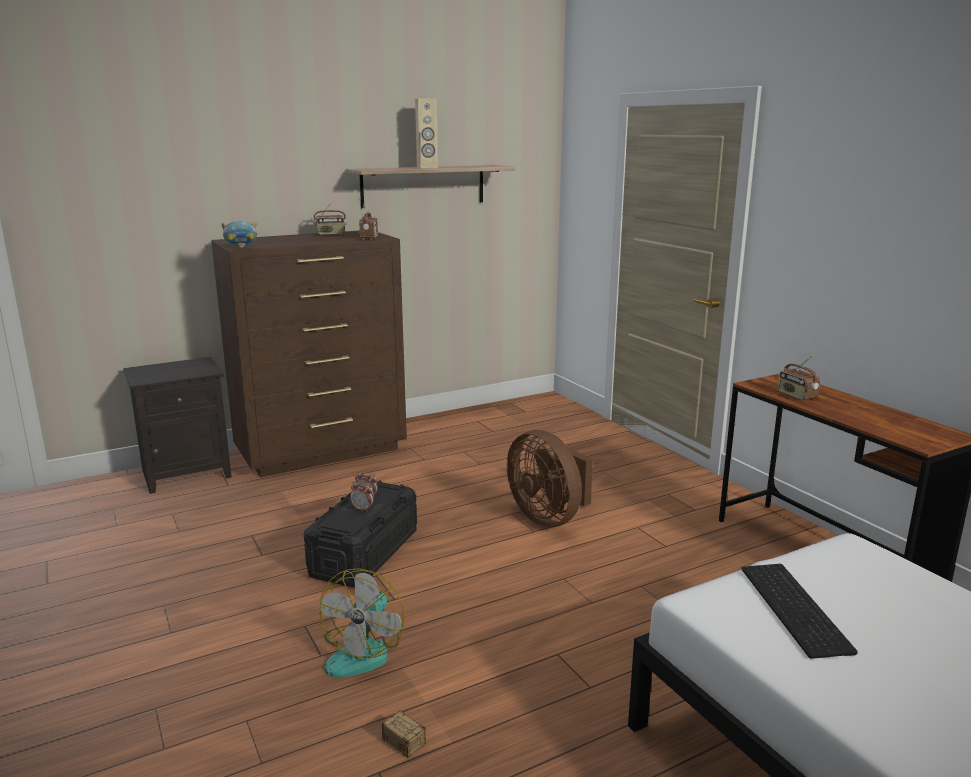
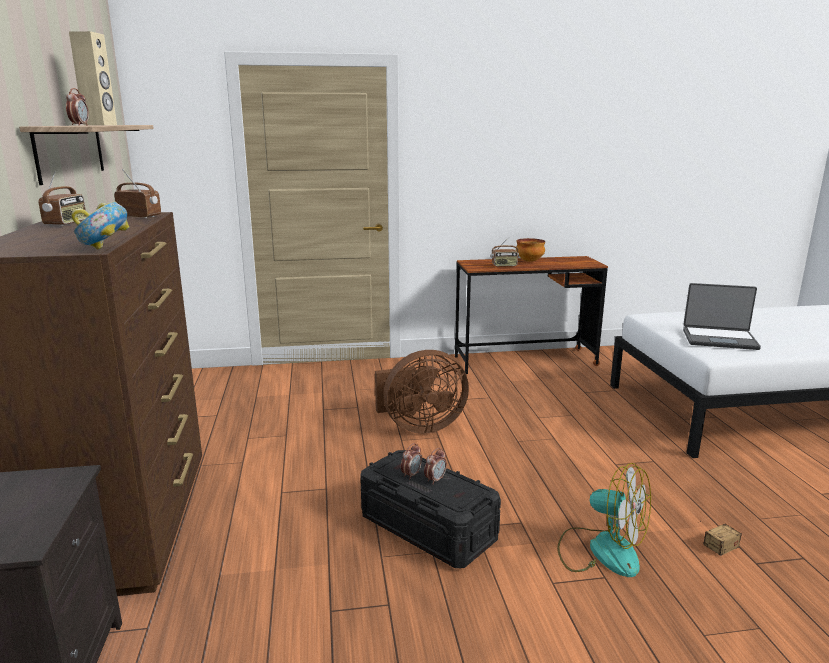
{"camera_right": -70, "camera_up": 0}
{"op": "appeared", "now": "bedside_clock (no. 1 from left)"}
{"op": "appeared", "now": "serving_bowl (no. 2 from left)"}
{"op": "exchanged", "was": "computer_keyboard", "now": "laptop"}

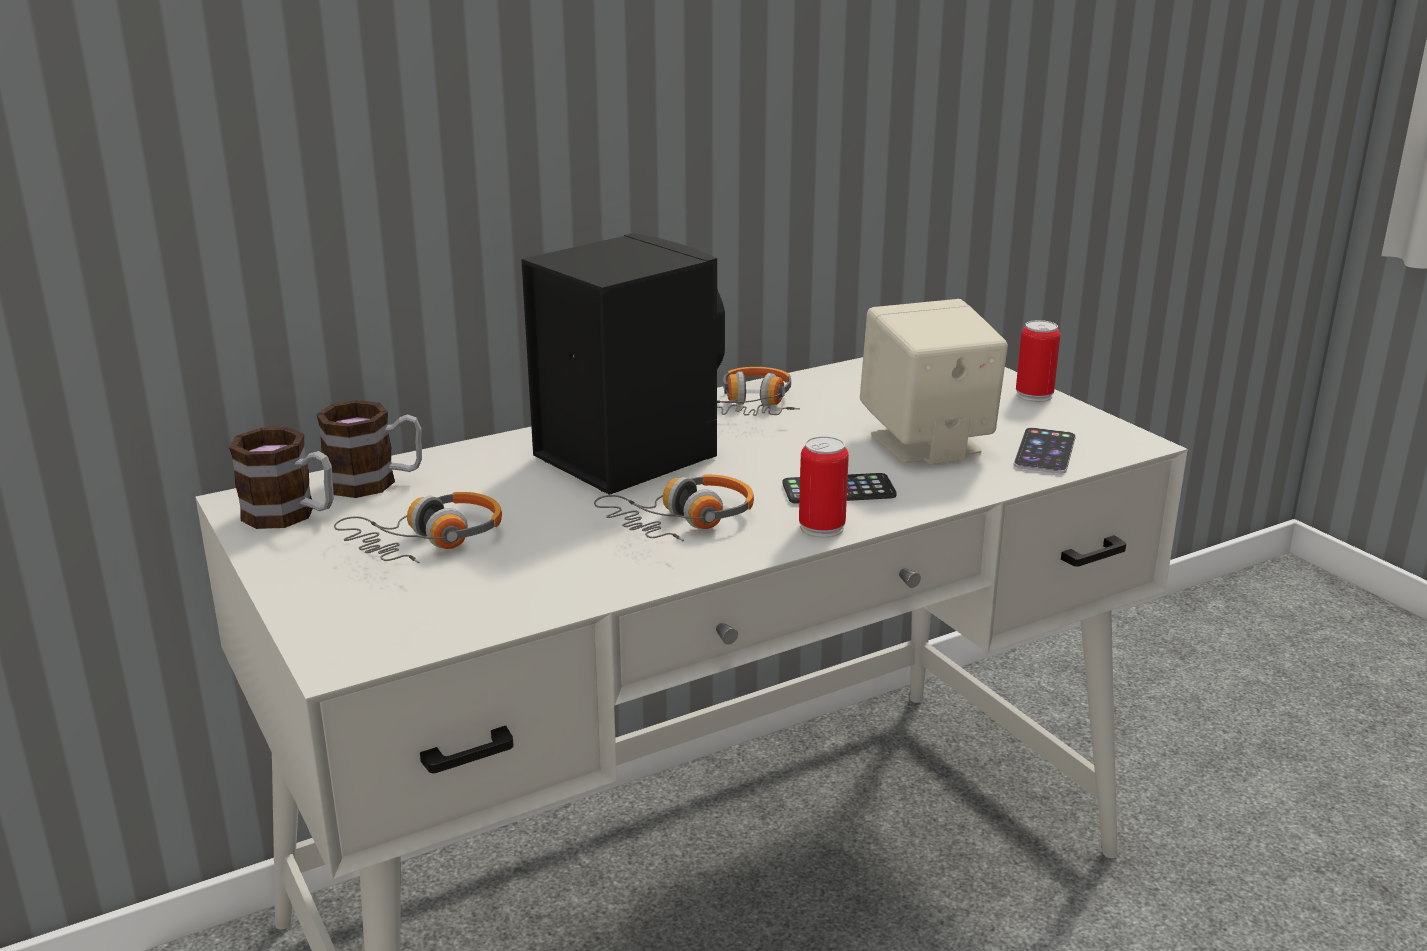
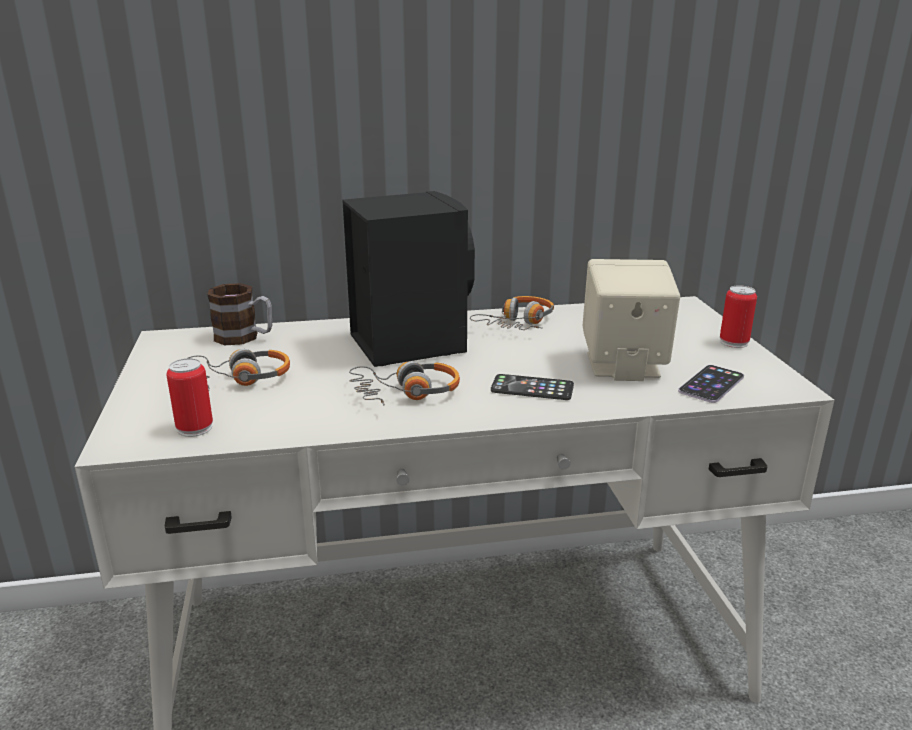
{"camera_right": 20, "camera_up": 0}
{"op": "missing", "was": "tea_mug (no. 1 from left)"}
{"op": "relocated", "was": "can (no. 1 from left)"}

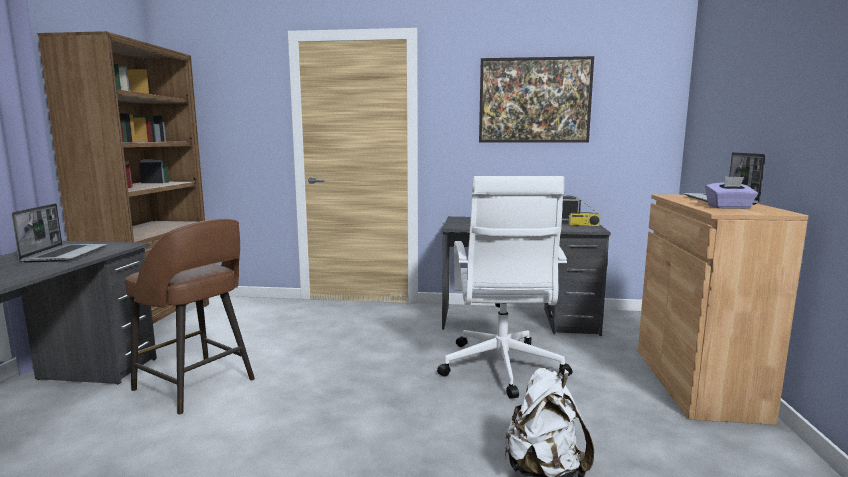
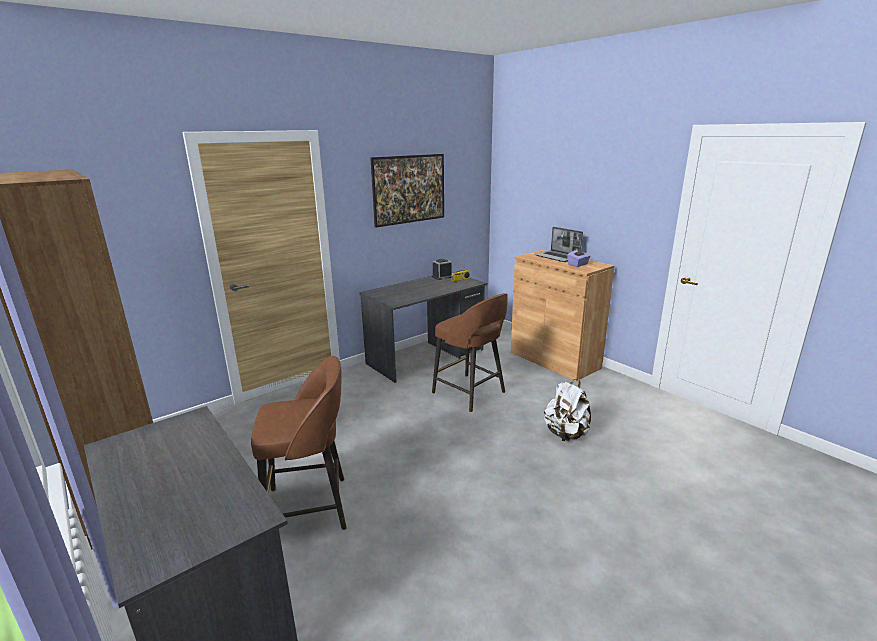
{"camera_right": -45, "camera_up": 10}
{"op": "missing", "was": "laptop (no. 1 from left)"}
{"op": "exchanged", "was": "white-coloured_office_chair", "now": "brown_sitting_stool (no. 2 from left)"}

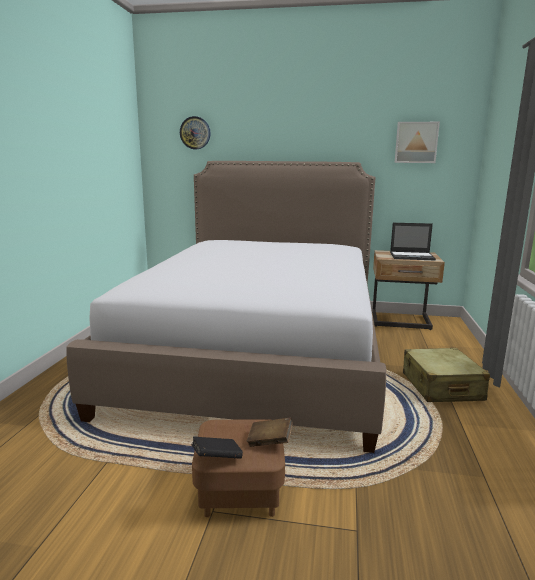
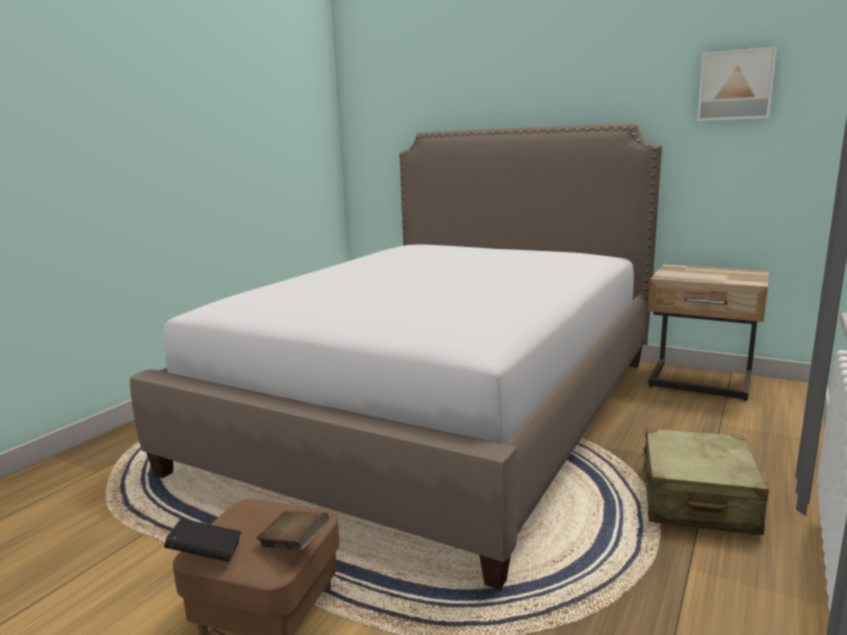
{"camera_right": 20, "camera_up": 0}
{"op": "missing", "was": "wall_clock"}
{"op": "missing", "was": "laptop"}

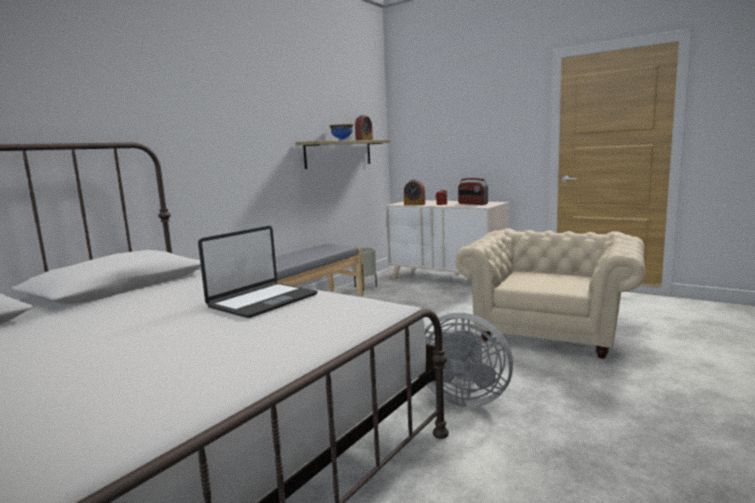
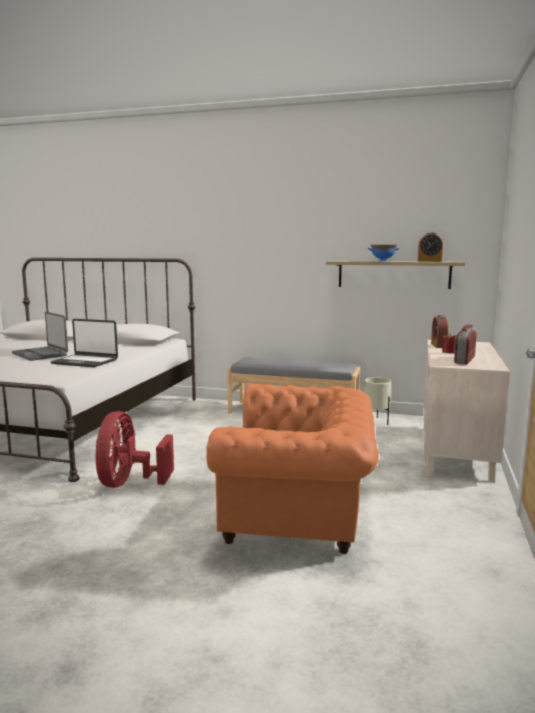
{"camera_right": 70, "camera_up": 0}
{"op": "appeared", "now": "laptop (no. 1 from left)"}
{"op": "colour", "was": "grey_cooling_fan", "now": "reddish_cooling_fan"}
{"op": "colour", "was": "beige_lounge_chair", "now": "orange-coloured_lounge_chair"}

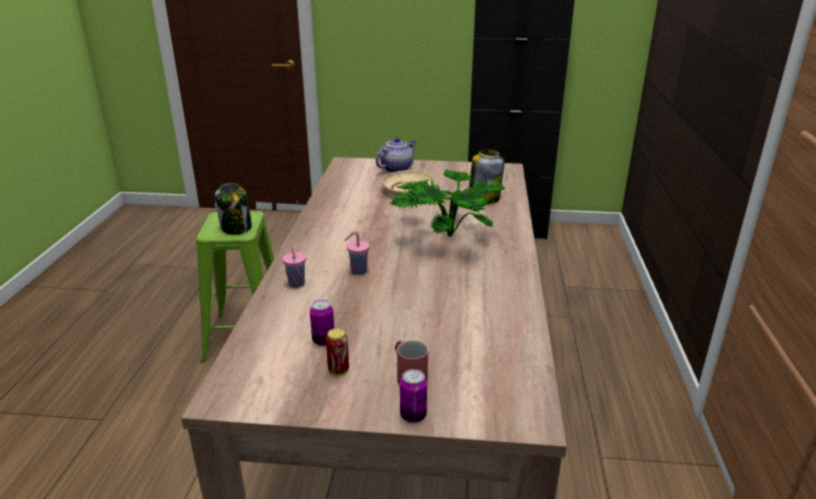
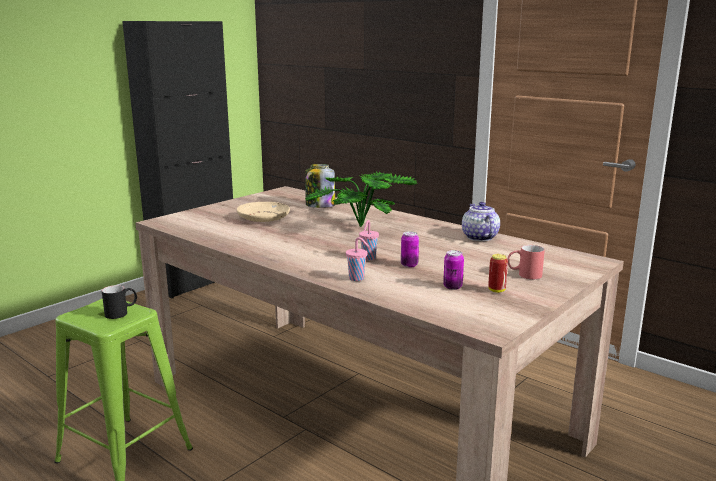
{"camera_right": -55, "camera_up": -10}
{"op": "relocated", "was": "pot_for_tea"}
{"op": "relocated", "was": "can (no. 3 from left in the first image)", "now": "can (no. 1 from left)"}
{"op": "exchanged", "was": "preserve_jar (no. 1 from left)", "now": "black-coloured_tea_mug"}

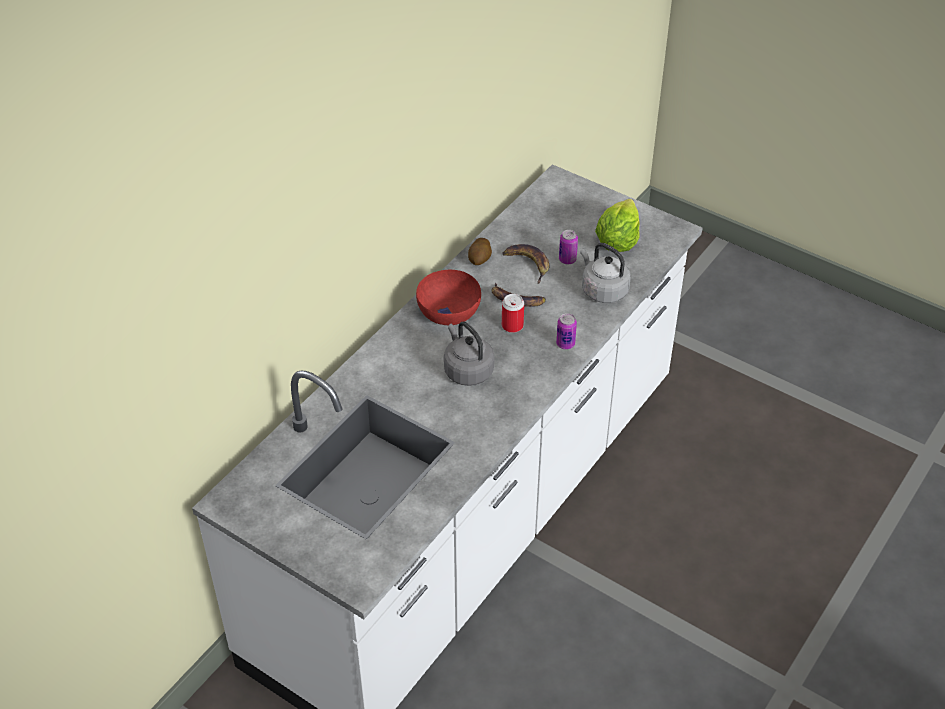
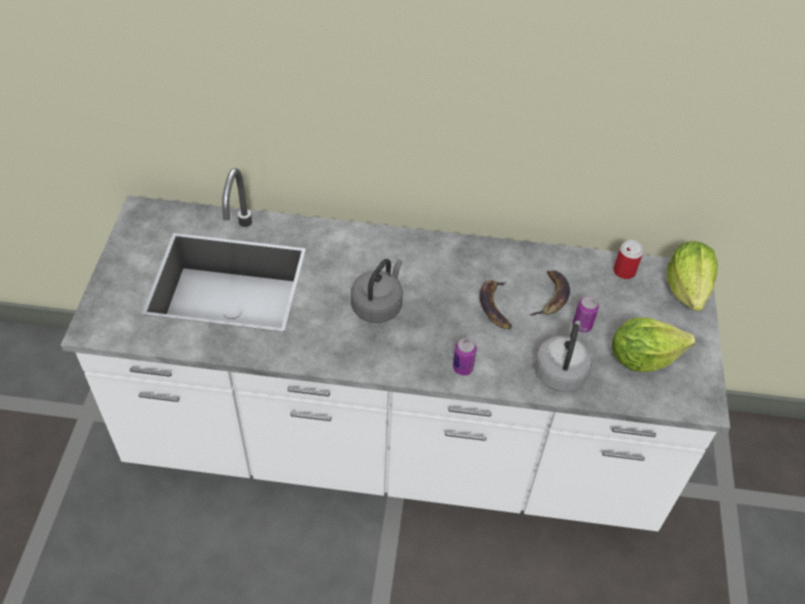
{"camera_right": 60, "camera_up": 5}
{"op": "missing", "was": "reddish_serving_bowl"}
{"op": "missing", "was": "spud"}
{"op": "appeared", "now": "lettuce_head (no. 2 from left)"}
{"op": "relocated", "was": "can (no. 1 from left in the first image)", "now": "can (no. 3 from left)"}

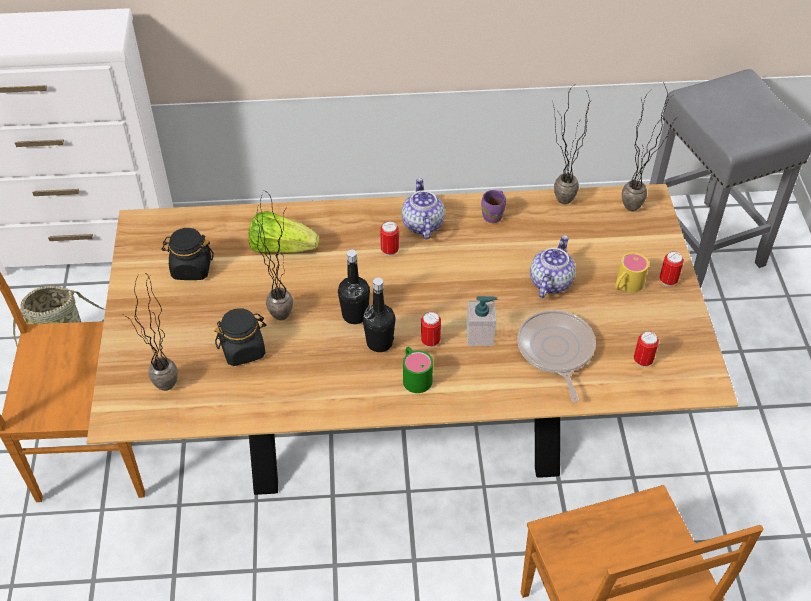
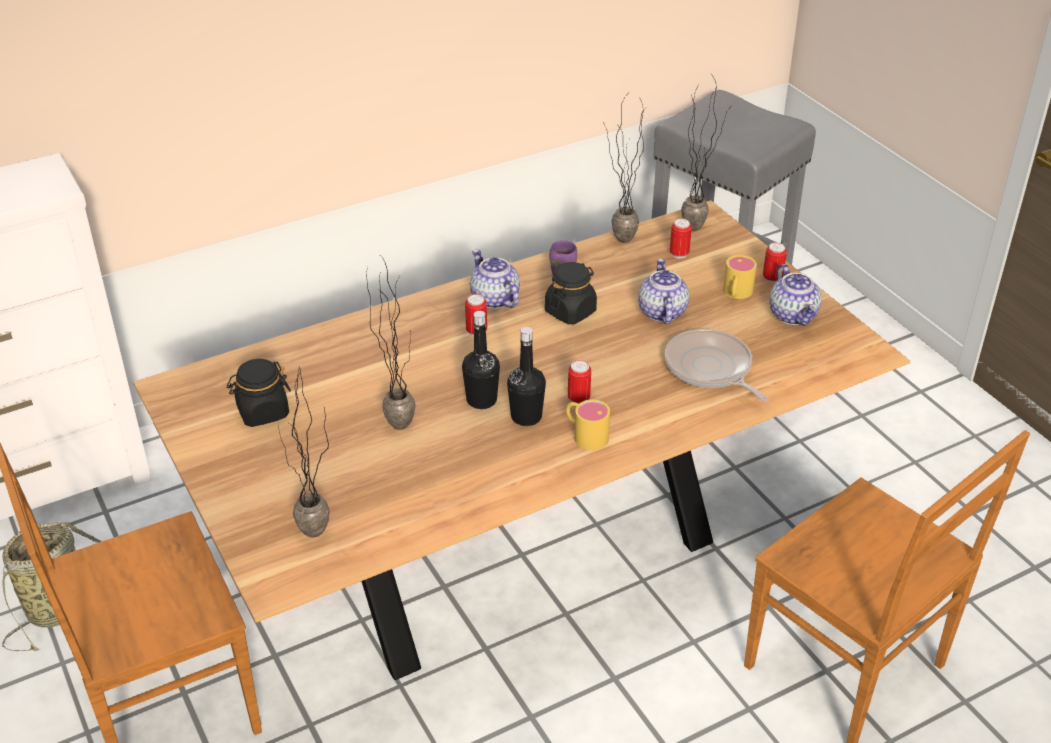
{"camera_right": -25, "camera_up": -10}
{"op": "missing", "was": "lettuce_head"}
{"op": "missing", "was": "liquid_soap_bottle"}
{"op": "appeared", "now": "pot_for_tea (no. 3 from left)"}
{"op": "relocated", "was": "black-coloured_preserve_jar (no. 2 from left)"}
{"op": "relocated", "was": "can (no. 3 from left)"}
{"op": "colour", "was": "green_tea_mug", "now": "yellowish_tea_mug (no. 1 from left)"}

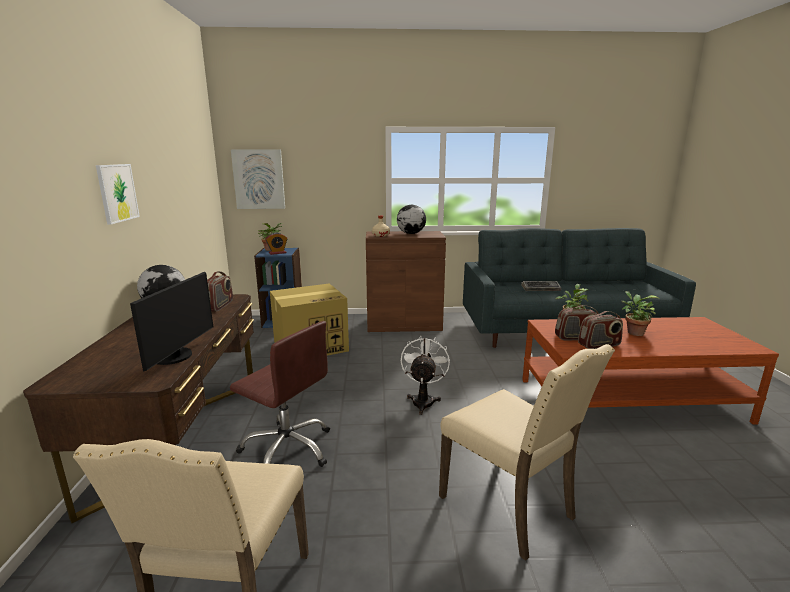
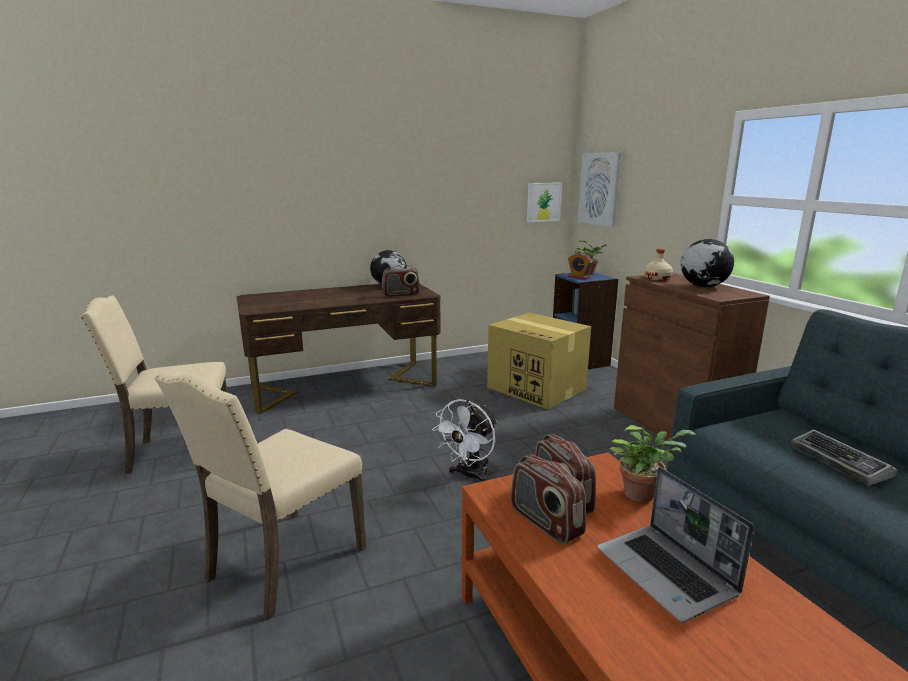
{"camera_right": 70, "camera_up": 0}
{"op": "missing", "was": "monitor"}
{"op": "missing", "was": "brown_office_chair"}
{"op": "relocated", "was": "wall_picture (no. 1 from left)"}
{"op": "exchanged", "was": "plant_in_a_pot (no. 3 from left)", "now": "laptop"}
{"op": "spun", "was": "white-coloured_cooling_fan", "clockwise": 135}

